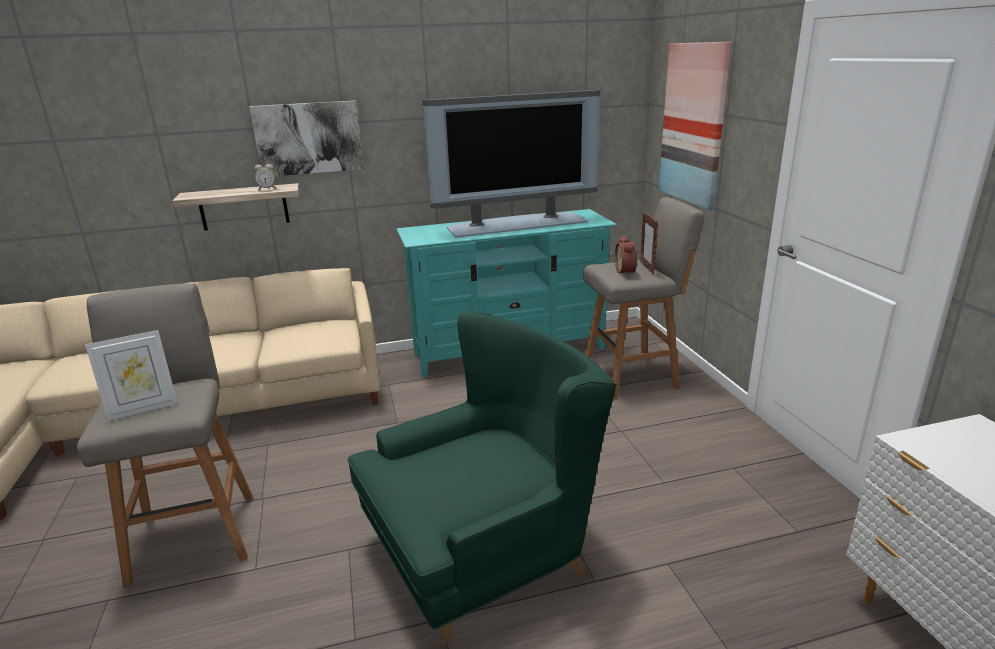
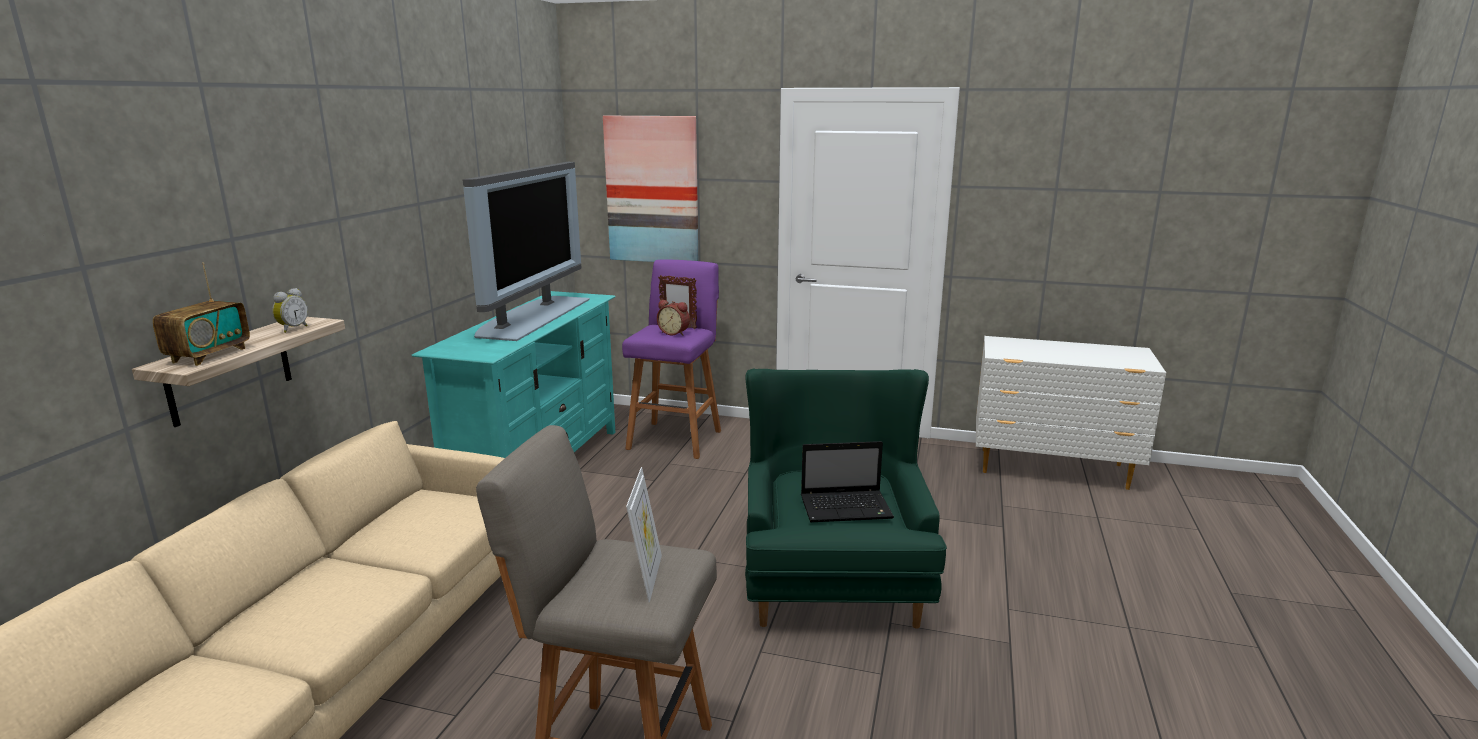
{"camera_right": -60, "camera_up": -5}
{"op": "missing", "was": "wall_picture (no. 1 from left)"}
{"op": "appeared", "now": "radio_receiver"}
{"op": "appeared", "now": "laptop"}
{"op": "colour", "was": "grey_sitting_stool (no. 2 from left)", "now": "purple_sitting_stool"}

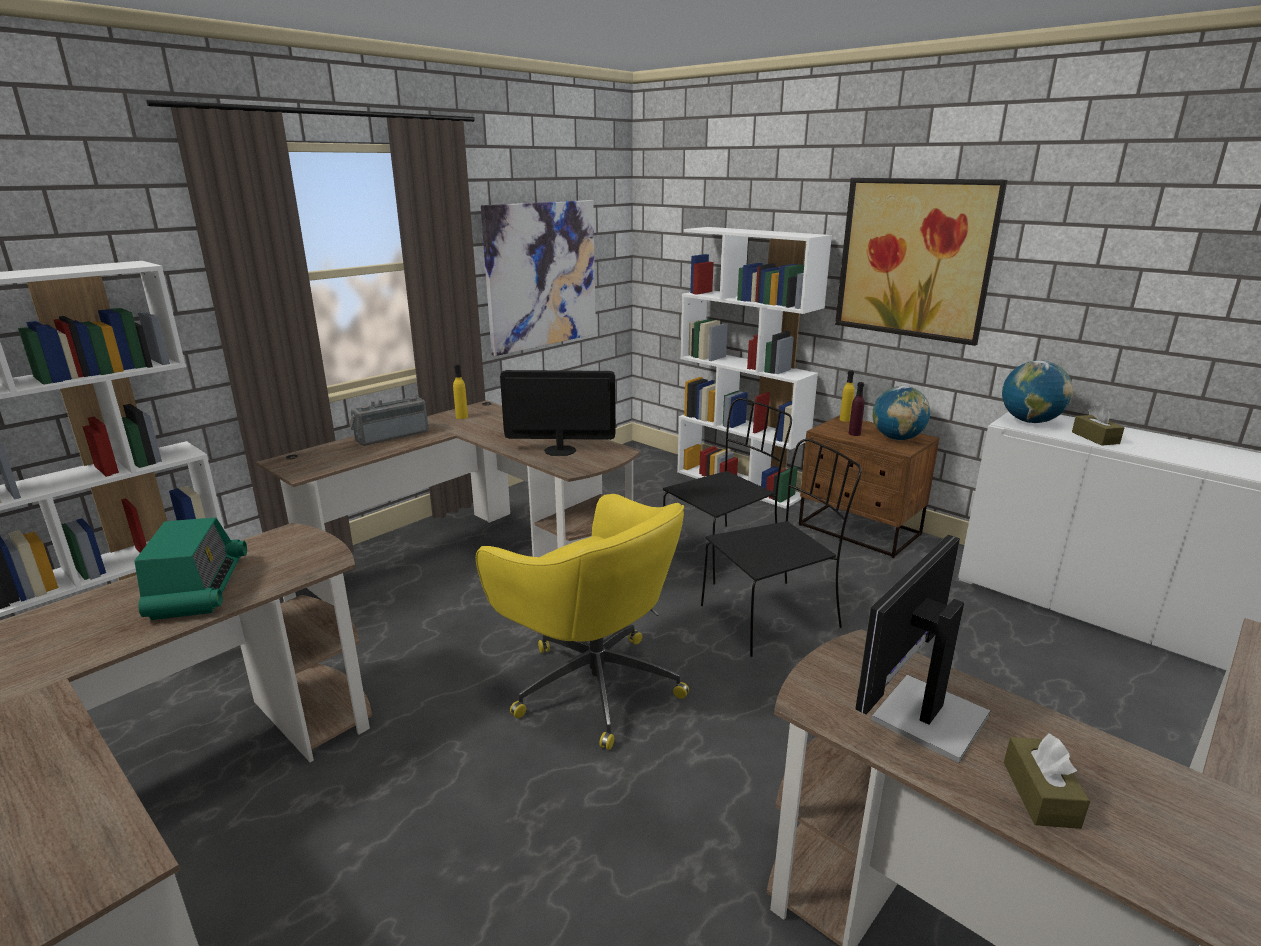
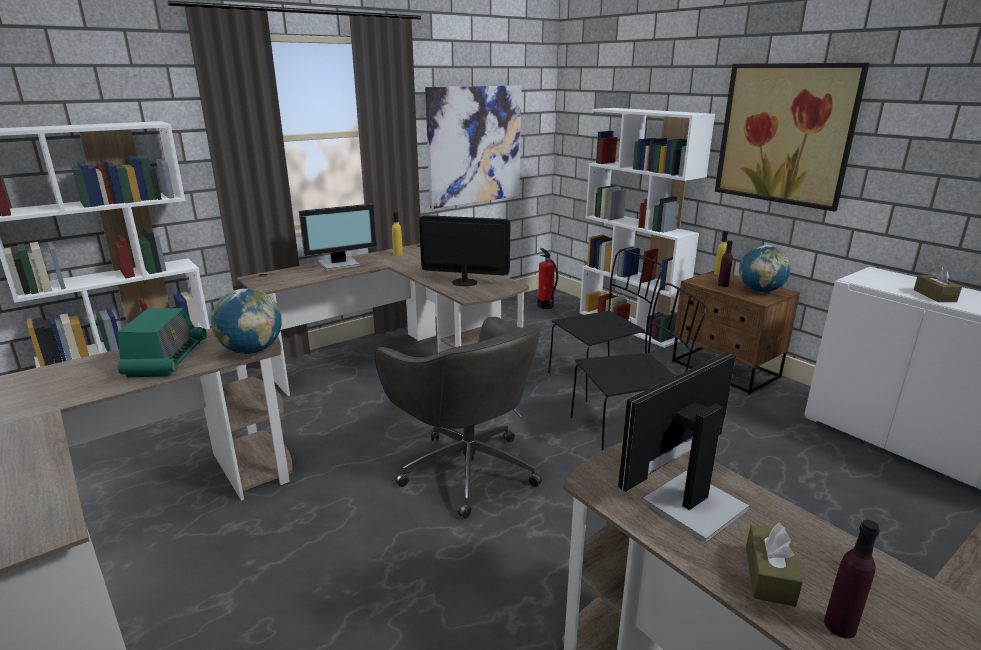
{"camera_right": 10, "camera_up": 0}
{"op": "appeared", "now": "fire-fighting_cylinder"}
{"op": "appeared", "now": "purple_bottle (no. 2 from left)"}
{"op": "relocated", "was": "globe (no. 2 from left in the first image)", "now": "globe (no. 1 from left)"}
{"op": "exchanged", "was": "radio_receiver (no. 2 from left)", "now": "monitor (no. 1 from left)"}
{"op": "colour", "was": "yellowish_office_chair", "now": "grey_office_chair"}

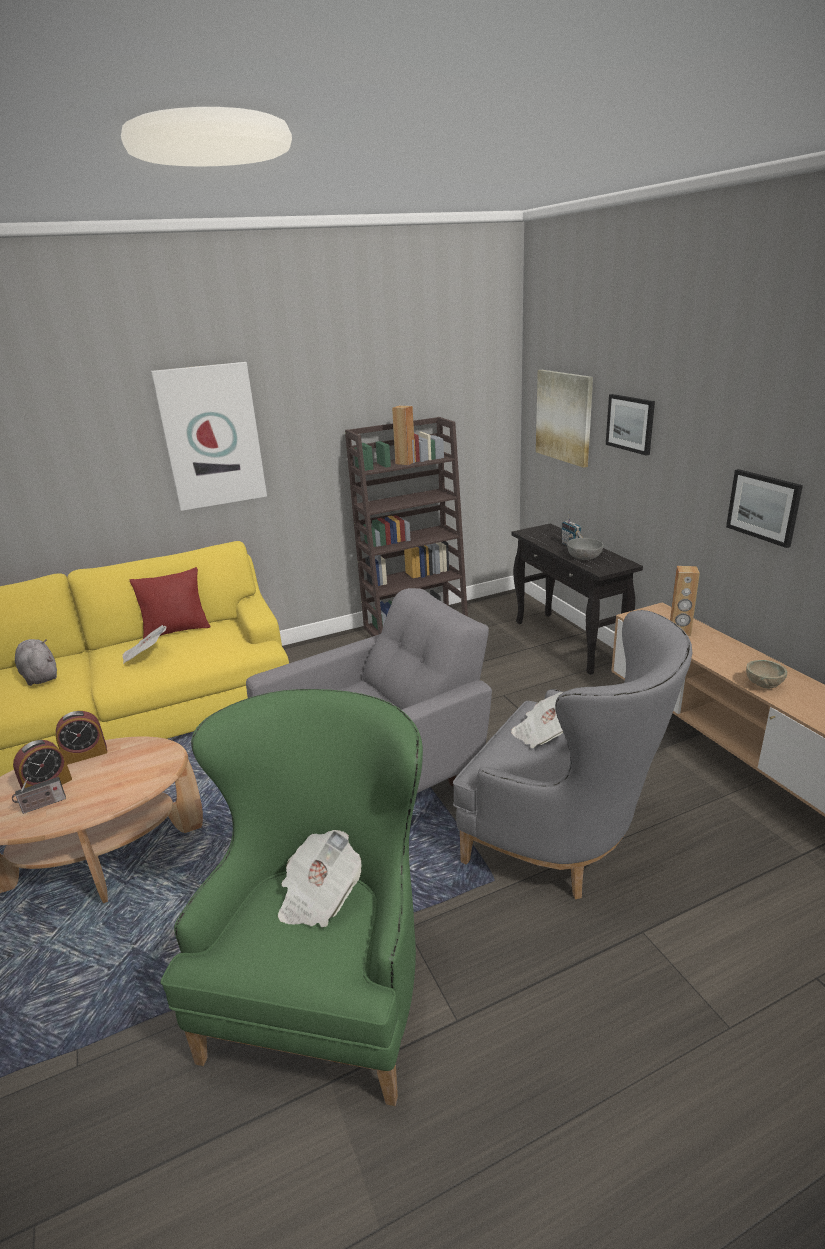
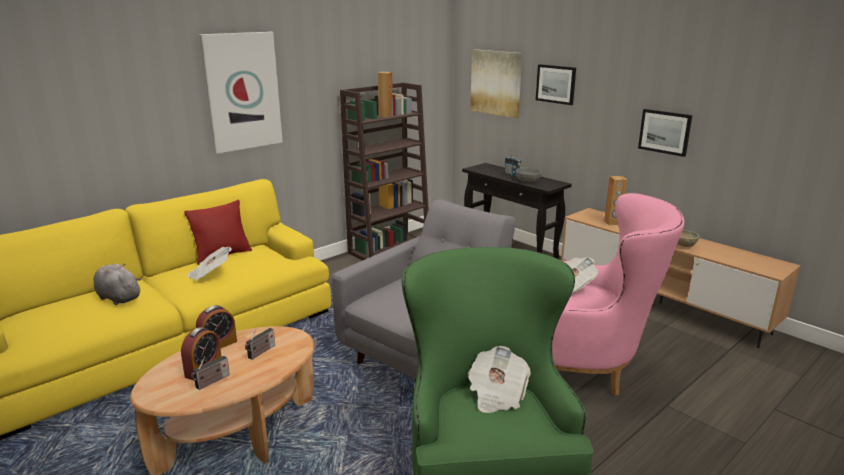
{"camera_right": -20, "camera_up": -5}
{"op": "appeared", "now": "radio_receiver (no. 2 from left)"}
{"op": "colour", "was": "grey_lounge_chair (no. 2 from left)", "now": "pinkish_lounge_chair"}

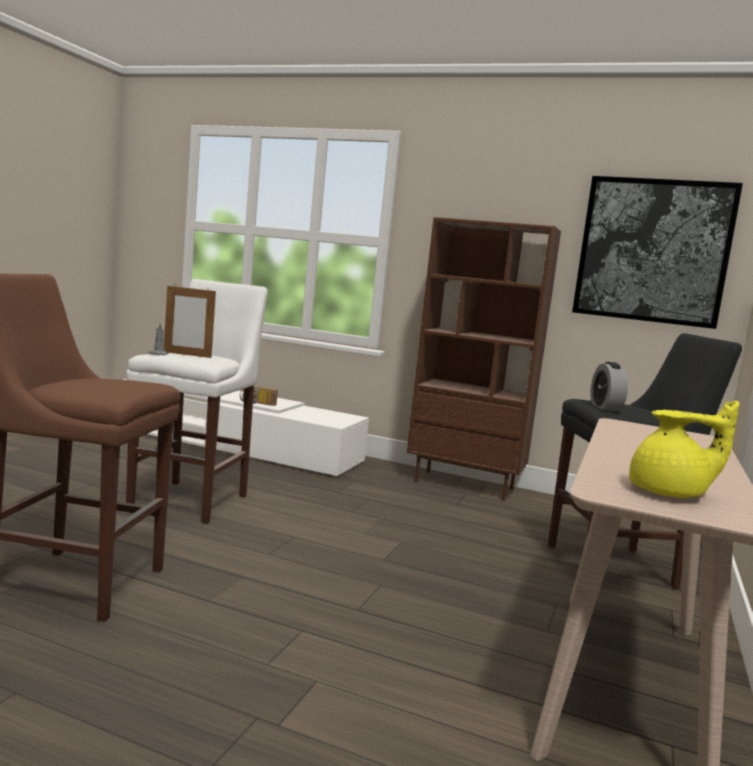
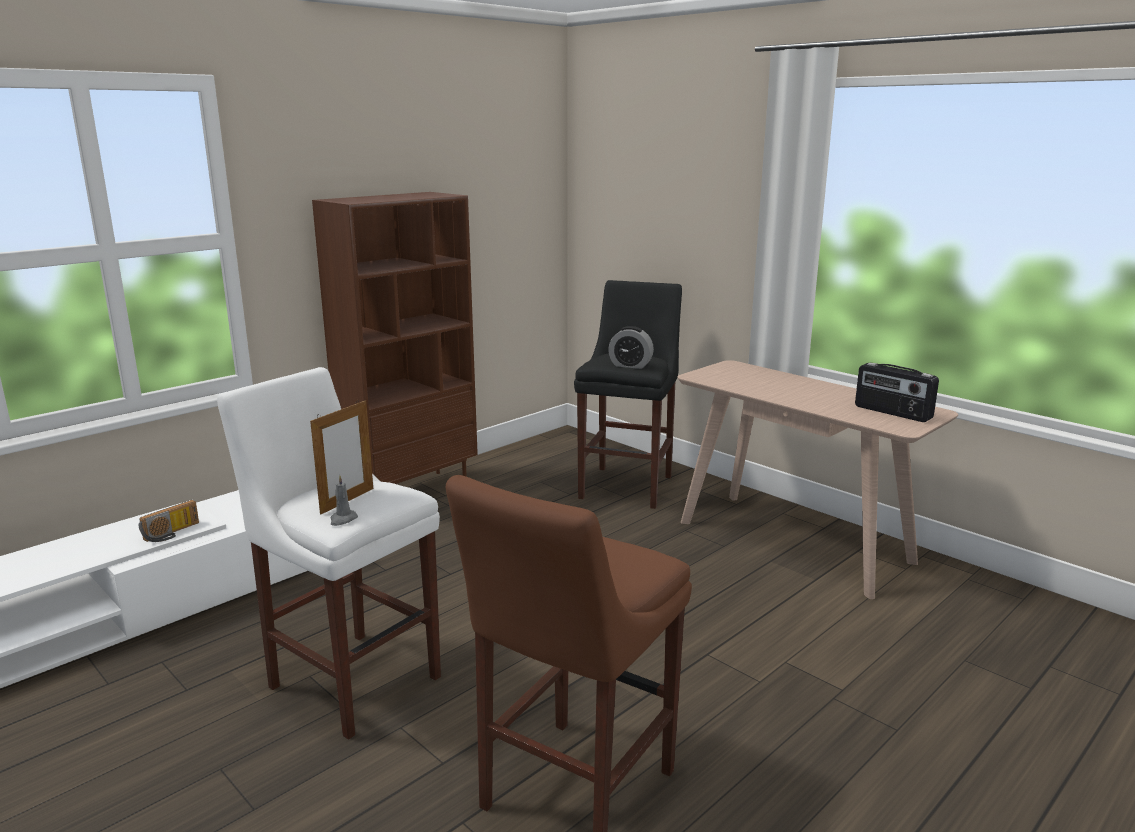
{"camera_right": -65, "camera_up": 10}
{"op": "missing", "was": "wall_picture"}
{"op": "exchanged", "was": "yellowish_pot_for_tea", "now": "radio_receiver (no. 2 from left)"}

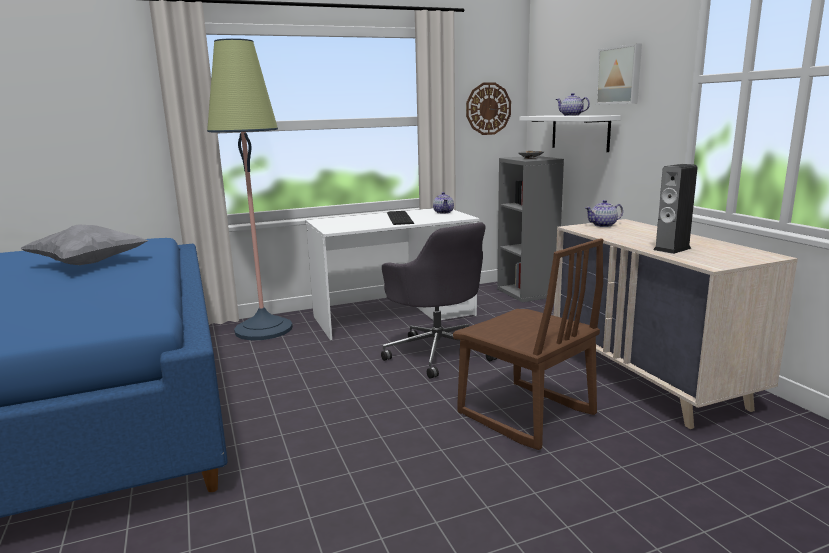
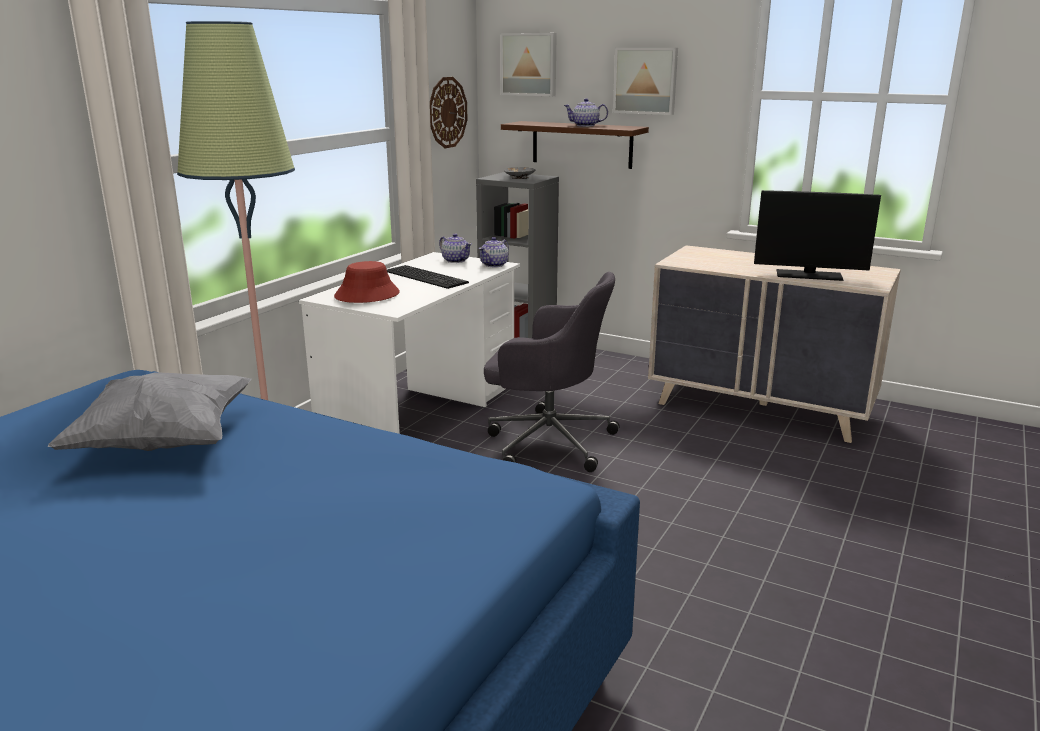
{"camera_right": -40, "camera_up": 5}
{"op": "missing", "was": "brown_upright_chair"}
{"op": "appeared", "now": "reddish_wearable_hat"}
{"op": "appeared", "now": "wall_picture (no. 1 from left)"}
{"op": "relocated", "was": "pot_for_tea (no. 3 from left in the first image)", "now": "pot_for_tea (no. 2 from left)"}
{"op": "exchanged", "was": "speaker", "now": "monitor"}
{"op": "colour", "was": "white-coloured_wall_shelf", "now": "brown_wall_shelf"}

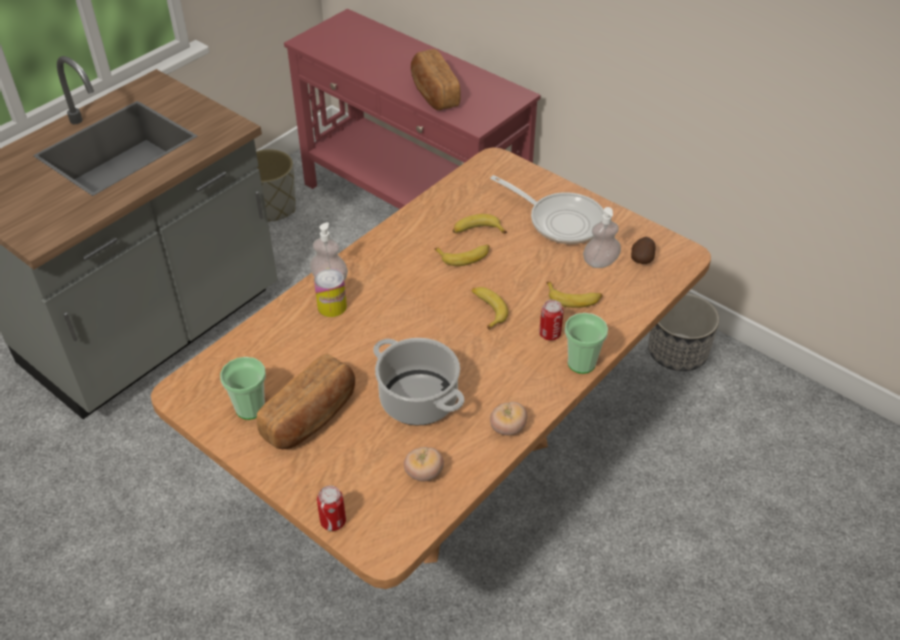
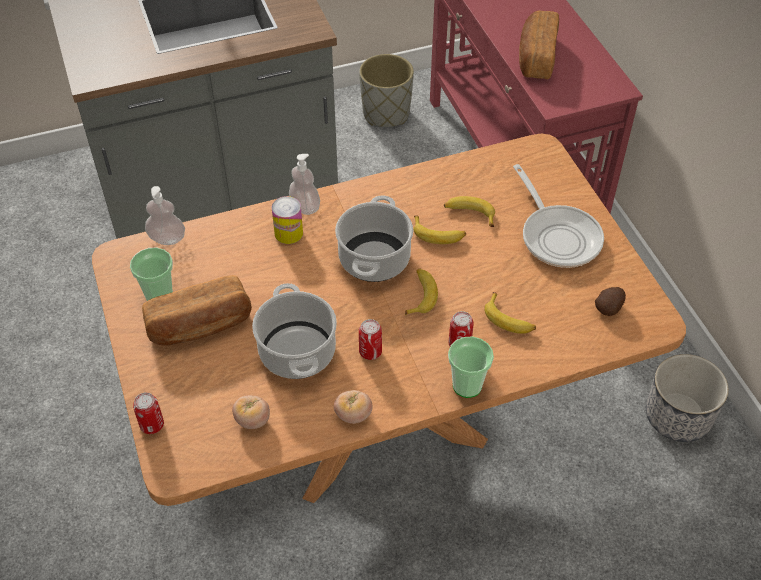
{"camera_right": 30, "camera_up": 5}
{"op": "appeared", "now": "saucepot (no. 2 from left)"}
{"op": "appeared", "now": "can (no. 3 from left)"}
{"op": "relocated", "was": "liquid_soap_bottle (no. 2 from left in the first image)", "now": "liquid_soap_bottle (no. 1 from left)"}

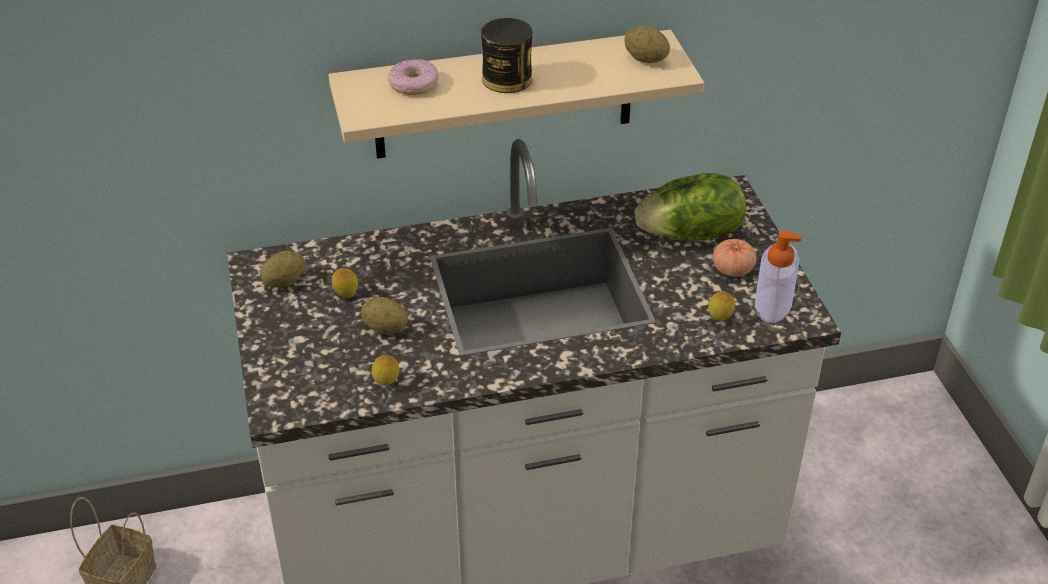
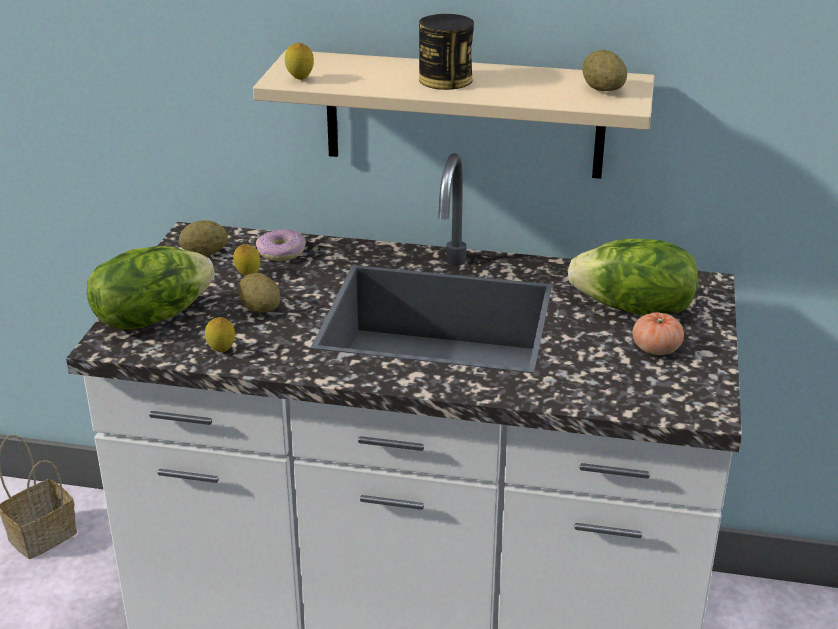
{"camera_right": 25, "camera_up": -10}
{"op": "missing", "was": "liquid_soap_bottle"}
{"op": "appeared", "now": "lettuce_head (no. 1 from left)"}
{"op": "relocated", "was": "ring_doughnut"}
{"op": "relocated", "was": "lemon (no. 3 from left)"}

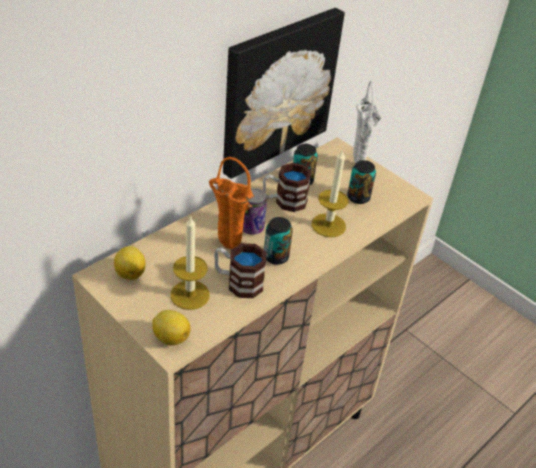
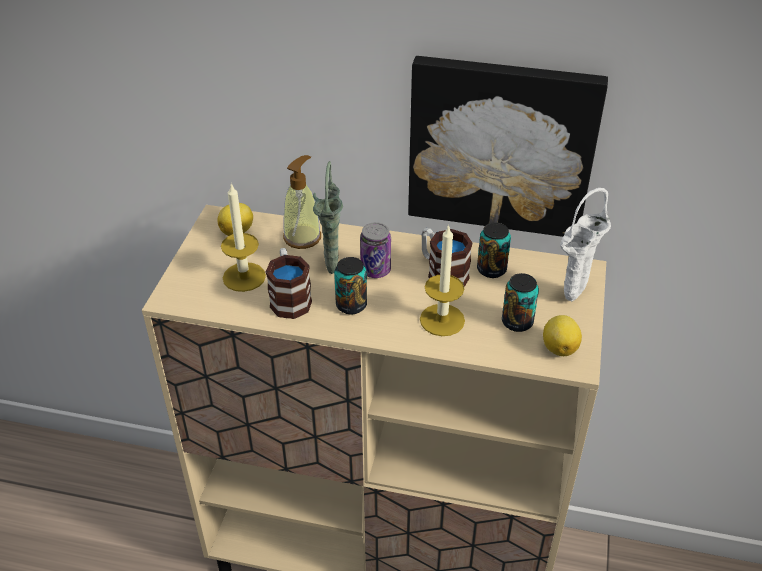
{"camera_right": 60, "camera_up": 0}
{"op": "appeared", "now": "liquid_soap_bottle"}
{"op": "relocated", "was": "lemon (no. 2 from left)"}
{"op": "colour", "was": "orange-coloured_vase", "now": "green_vase"}

